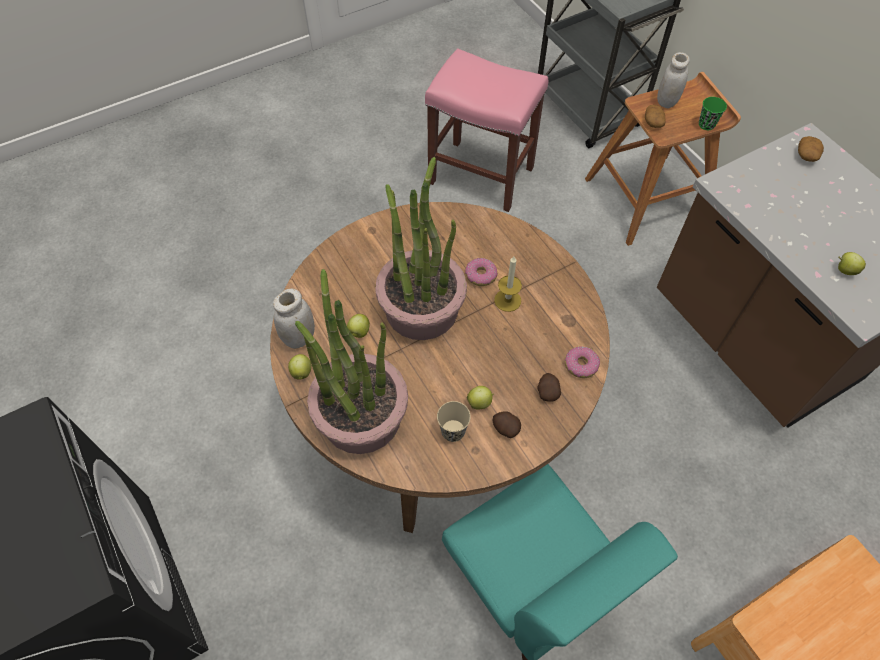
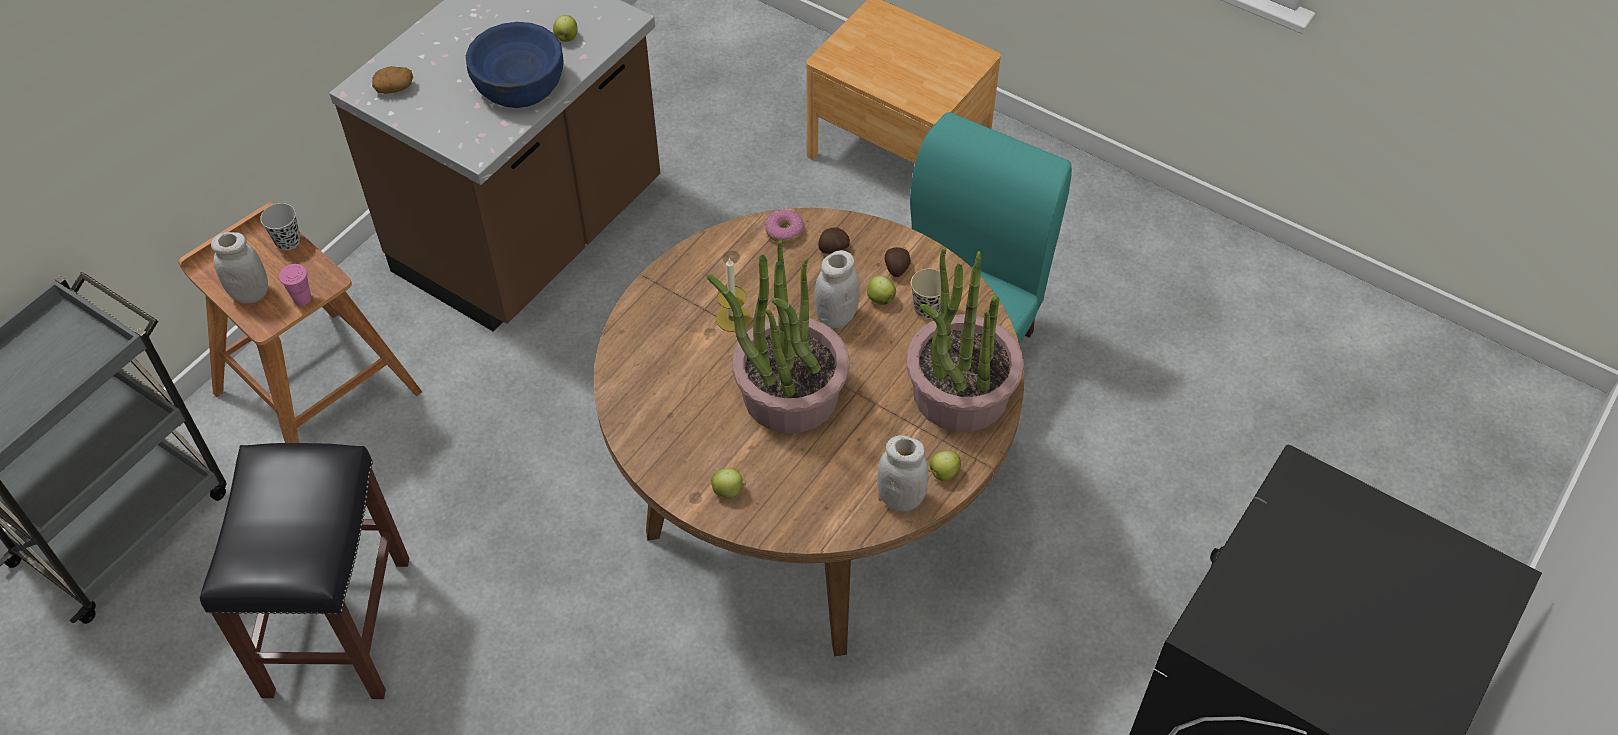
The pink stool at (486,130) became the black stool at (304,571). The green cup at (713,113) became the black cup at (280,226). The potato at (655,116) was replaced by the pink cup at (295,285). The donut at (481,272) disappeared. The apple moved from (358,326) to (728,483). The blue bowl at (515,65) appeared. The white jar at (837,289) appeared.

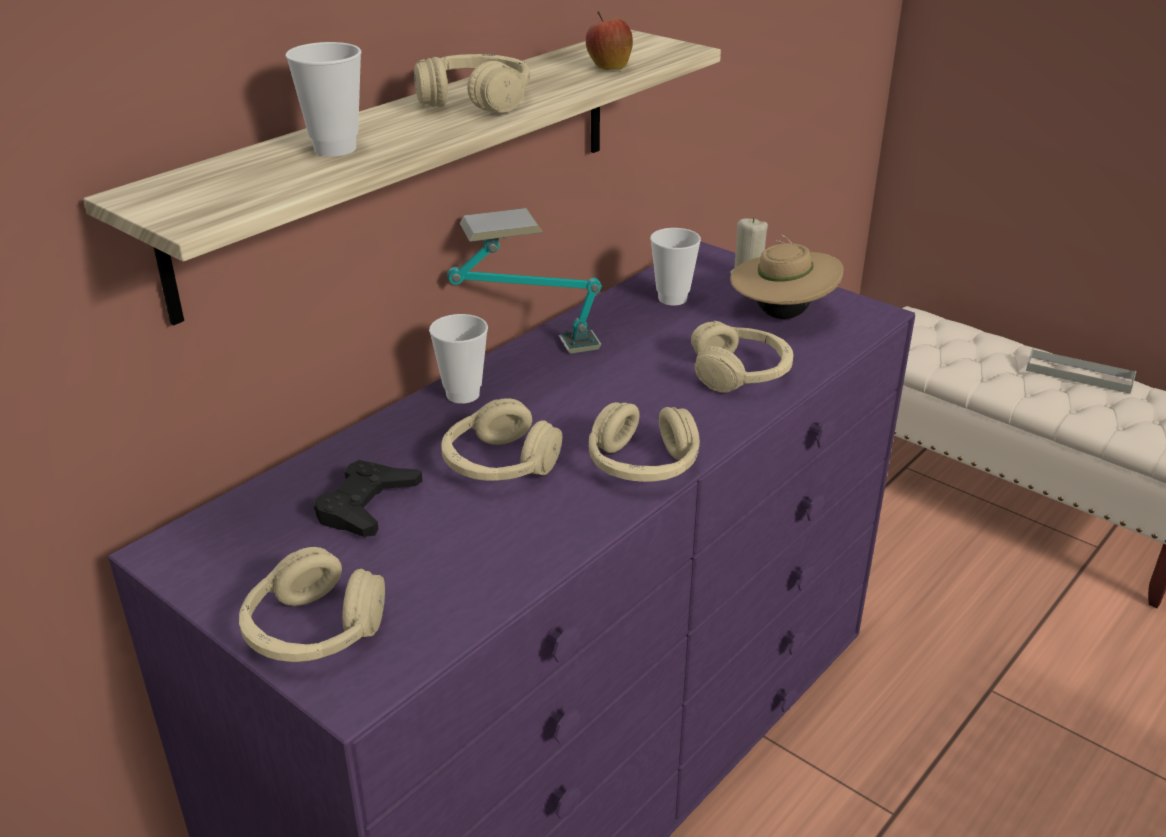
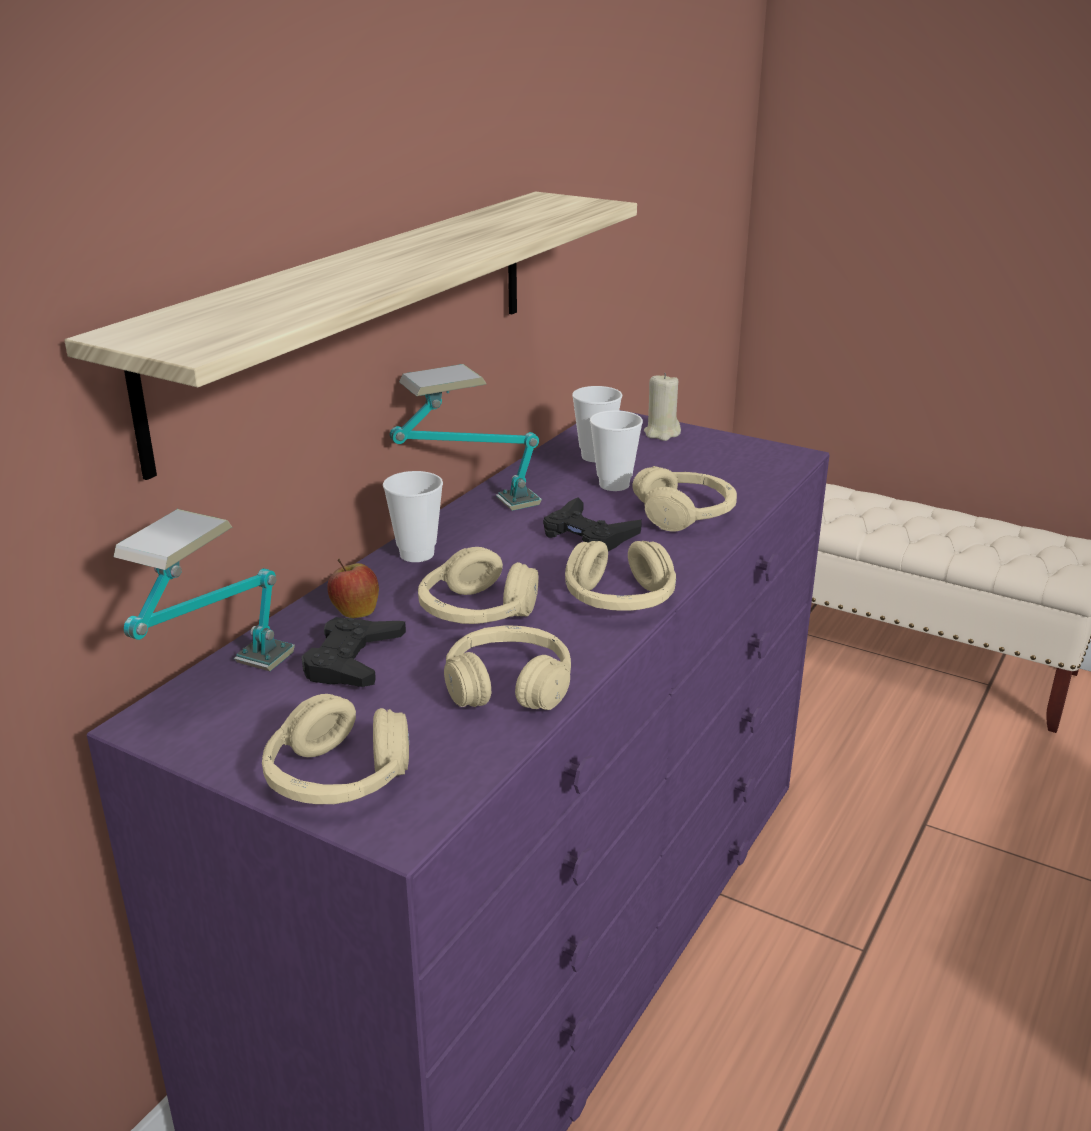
The apple moved from (609,40) to (353,588). The cup moved from (323,99) to (616,450). The beige headphones moved from (472,83) to (507,667). The beige hat at (787,276) disappeared. The grey tray at (1081,371) disappeared. The black game controller at (592,524) appeared. The table lamp at (204,590) appeared.

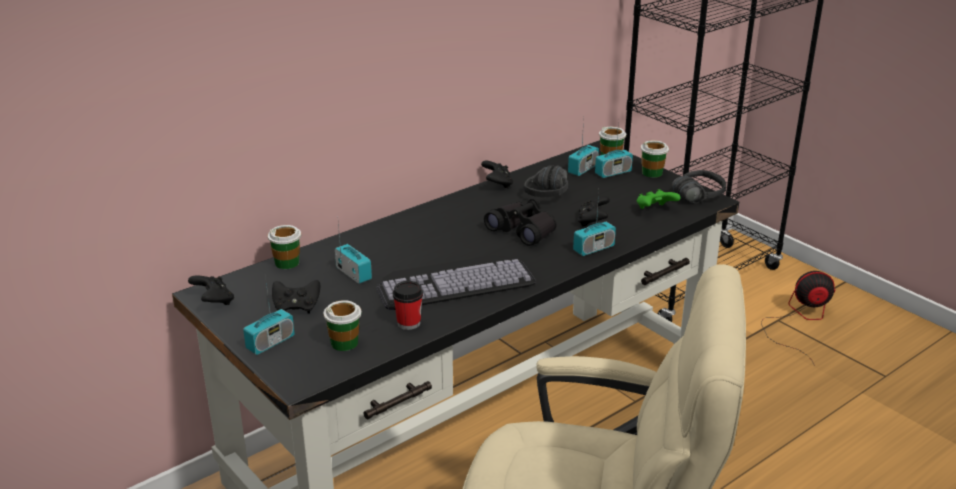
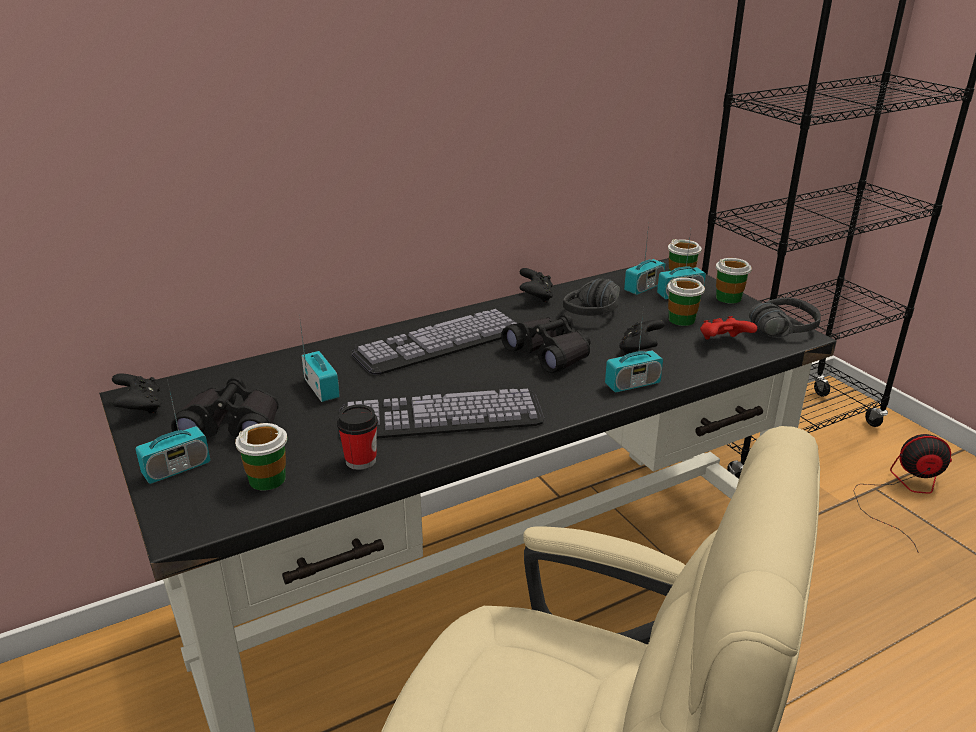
The green game controller at (658,199) became the red game controller at (728,328). The cup moved from (284,247) to (686,301). The black game controller at (296,297) was replaced by the black binoculars at (225,407). The keyboard at (435,342) appeared.

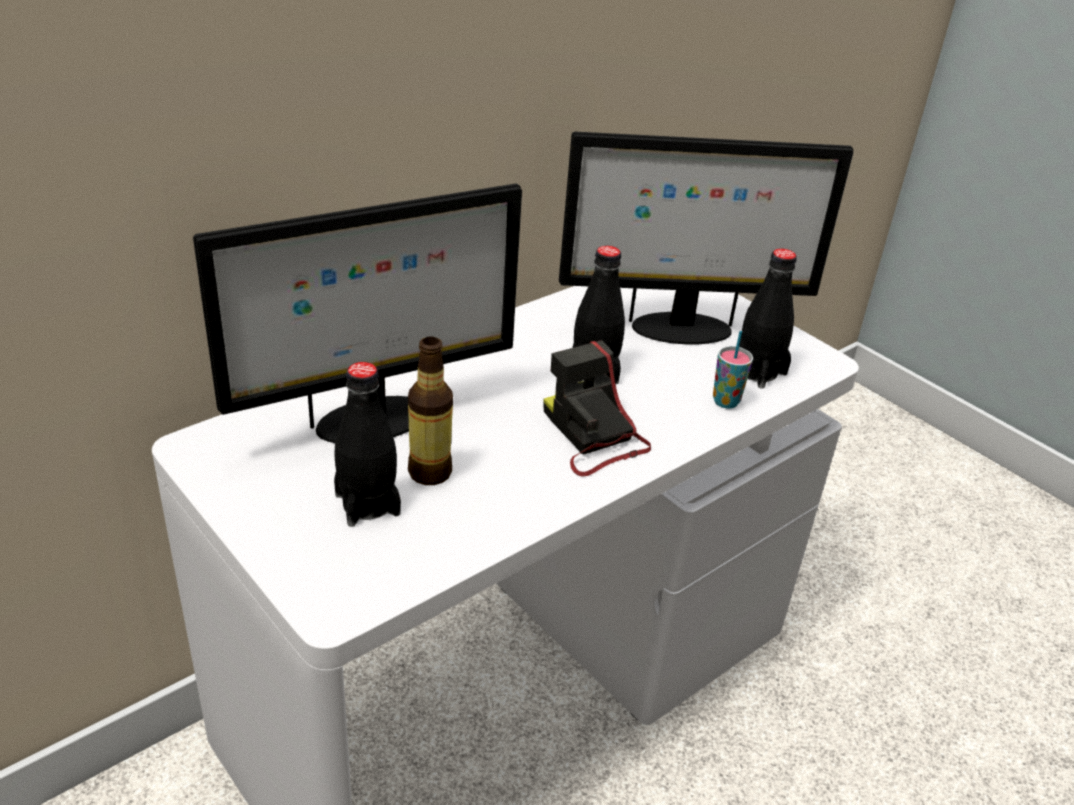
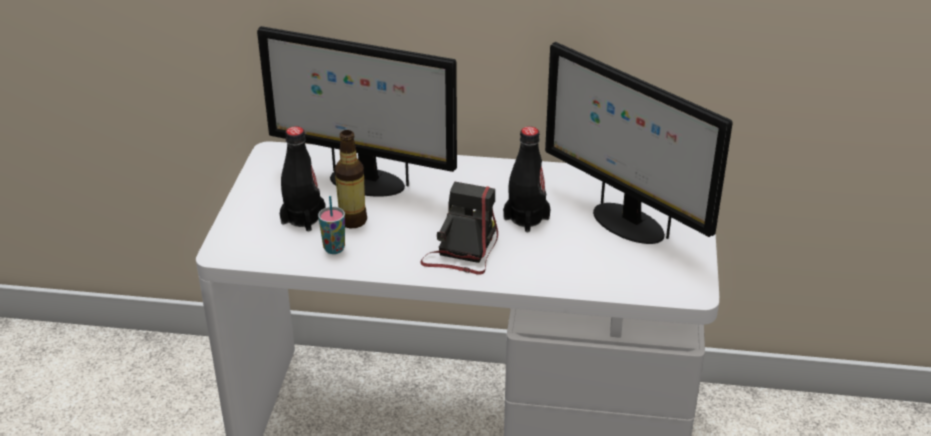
The black bottle at (768,319) disappeared. The cup moved from (733,370) to (331,225).

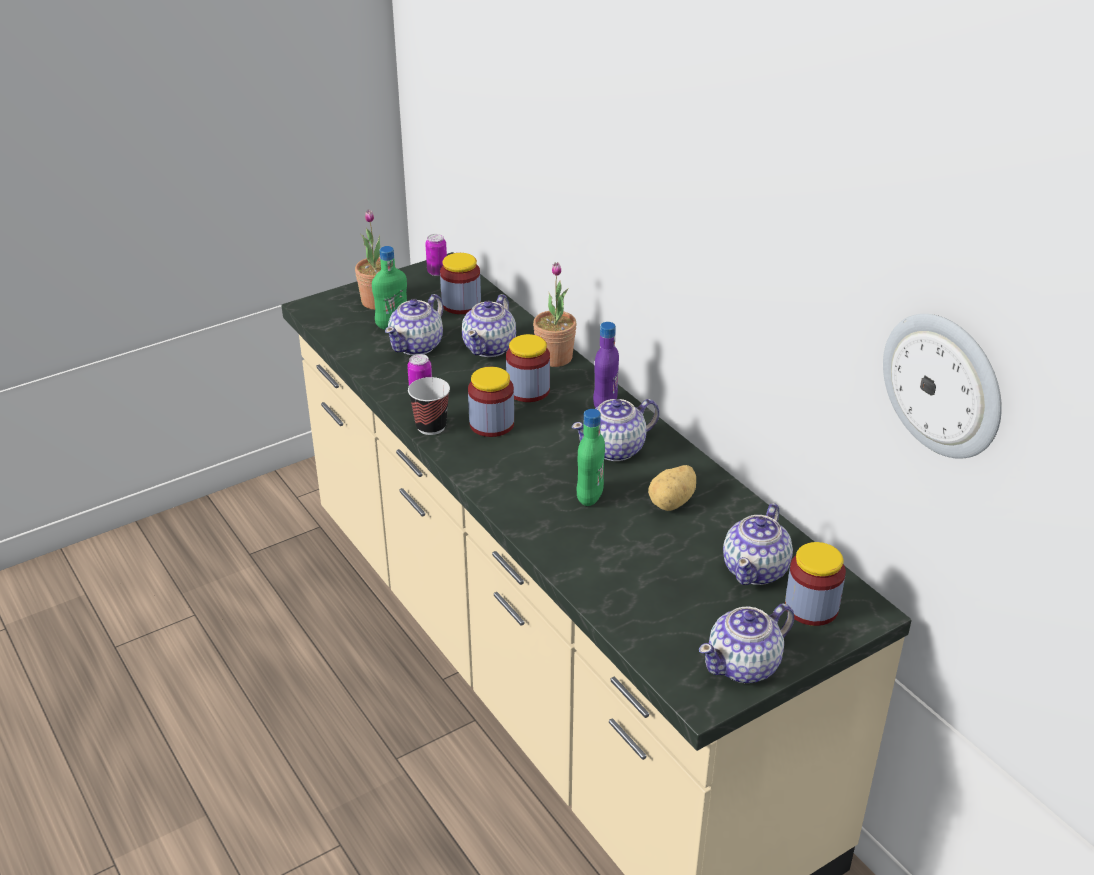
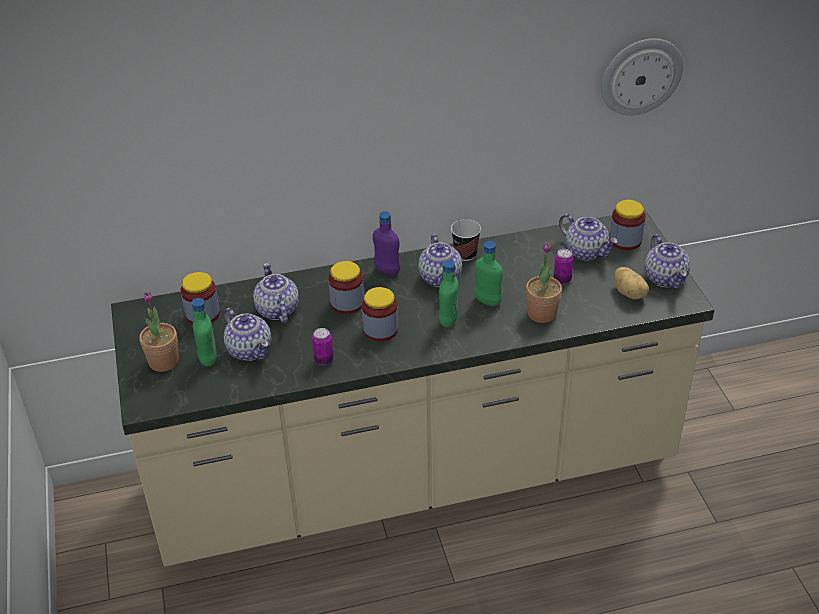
The can moved from (436,255) to (564,266). The potted plant moved from (555,314) to (544,282). The teapot at (489,325) turned 150 degrees counterclockwise. The cup moved from (429,406) to (466,240). The potato moved from (672,488) to (631,283). The green bottle at (449,294) appeared.

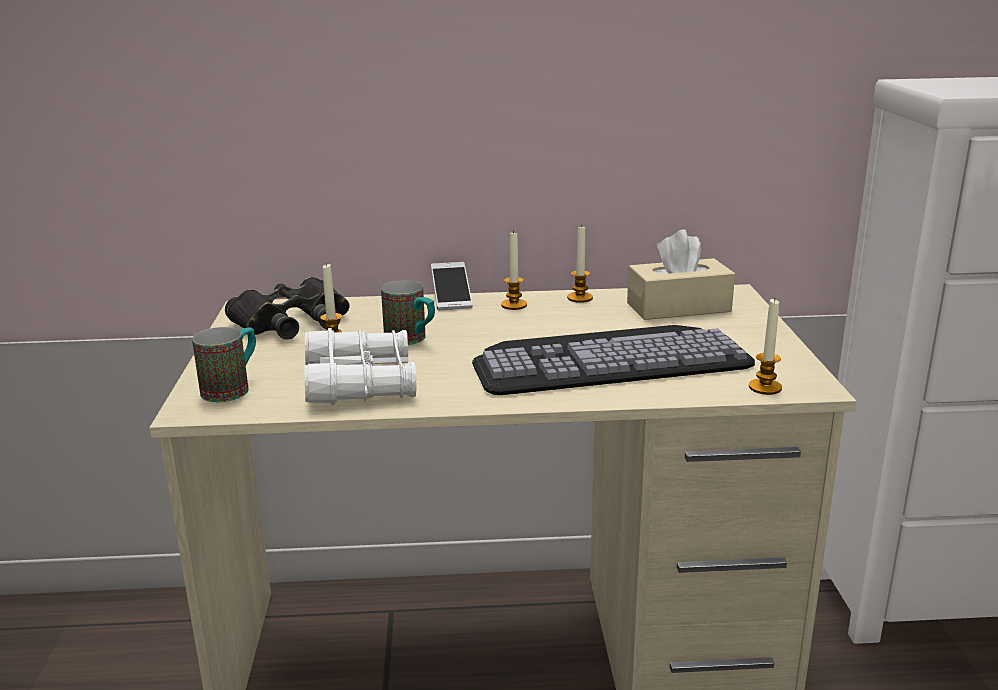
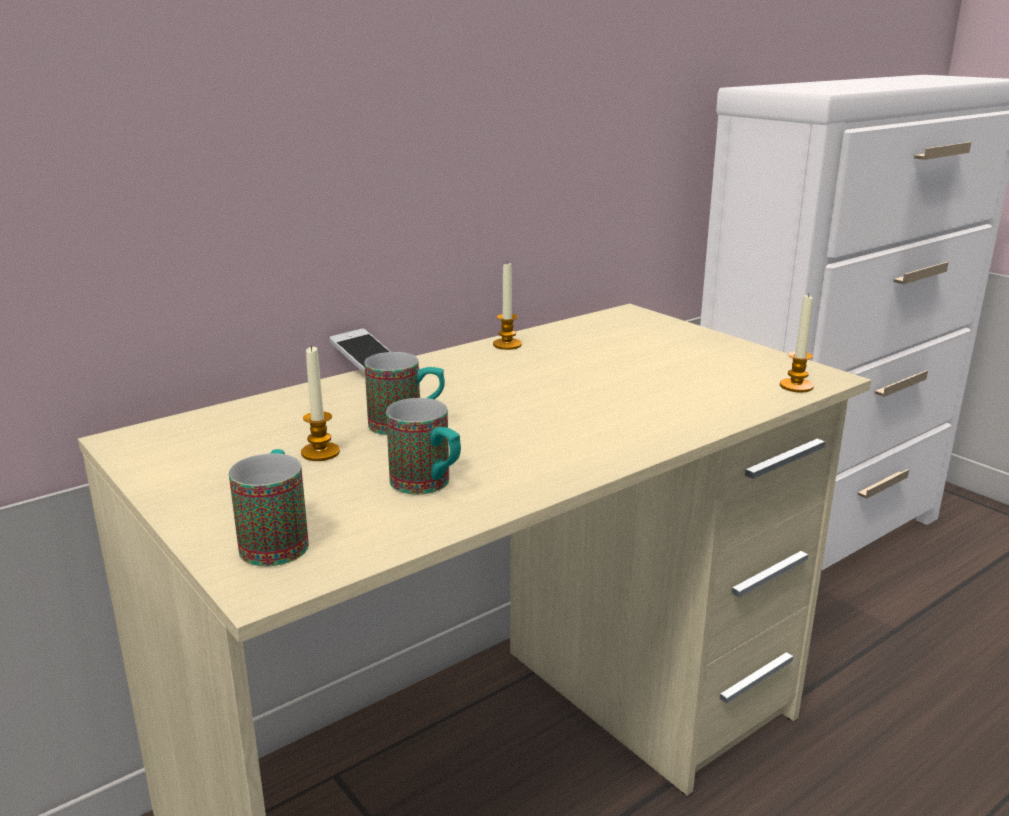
The beige tissue box at (681,274) disappeared. The candle at (514,270) disappeared. The black binoculars at (287,308) disappeared. The keyboard at (613,360) disappeared. The white binoculars at (360,366) was replaced by the mug at (423,446).

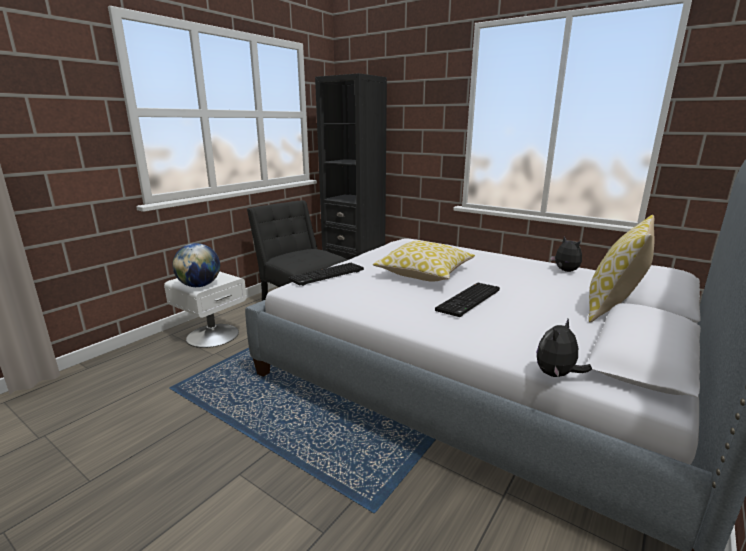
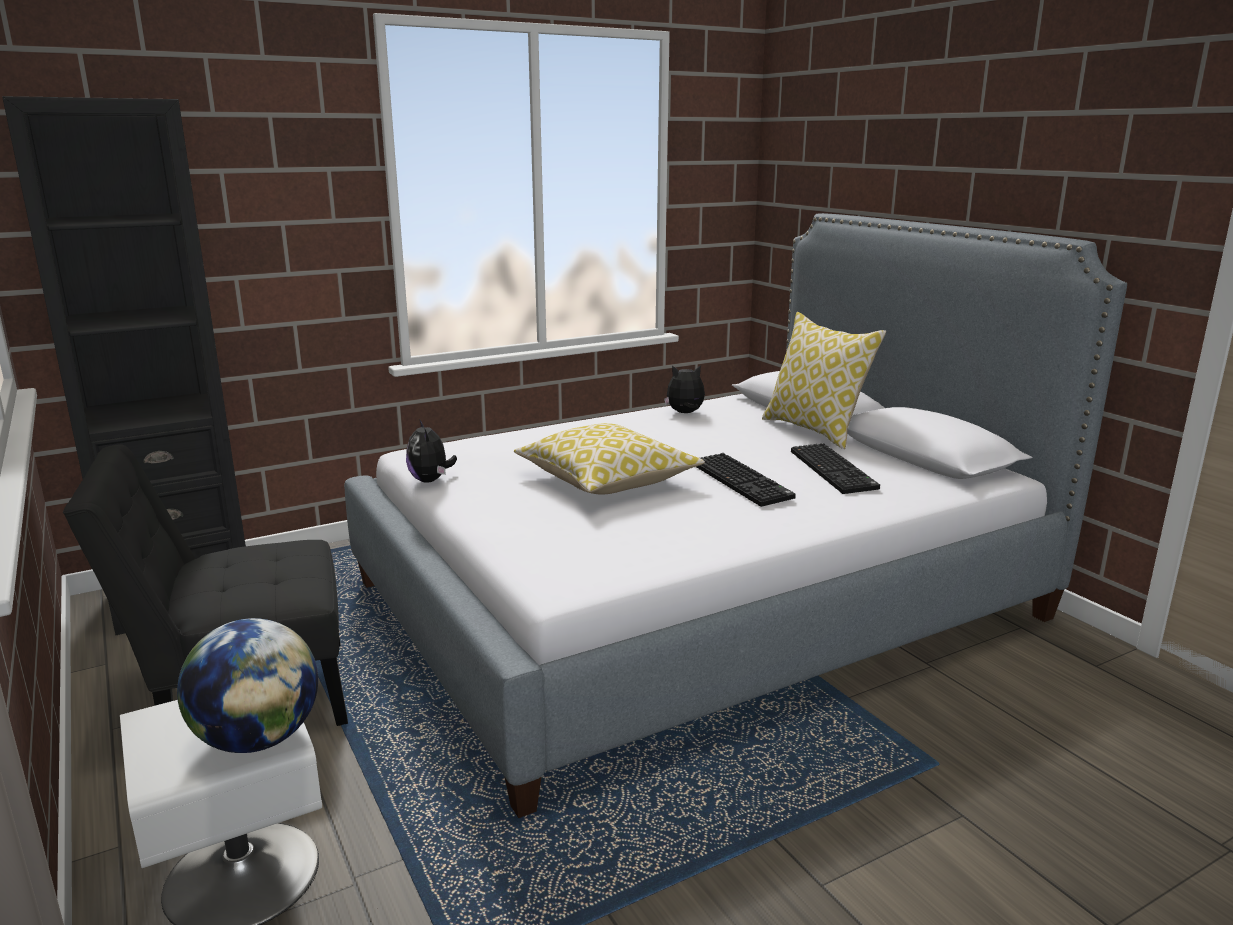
The keyboard moved from (326,274) to (835,468). The plush toy moved from (564,348) to (431,451).

